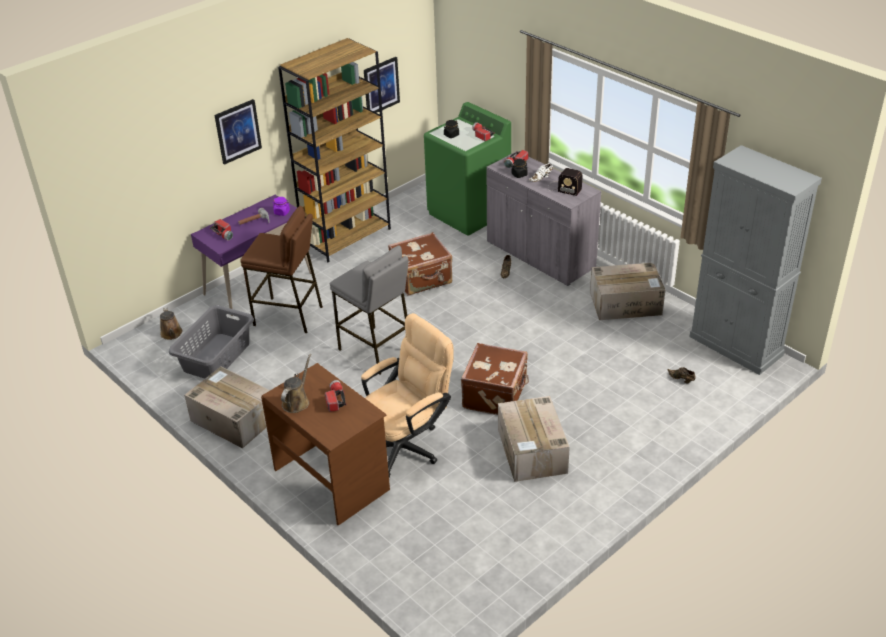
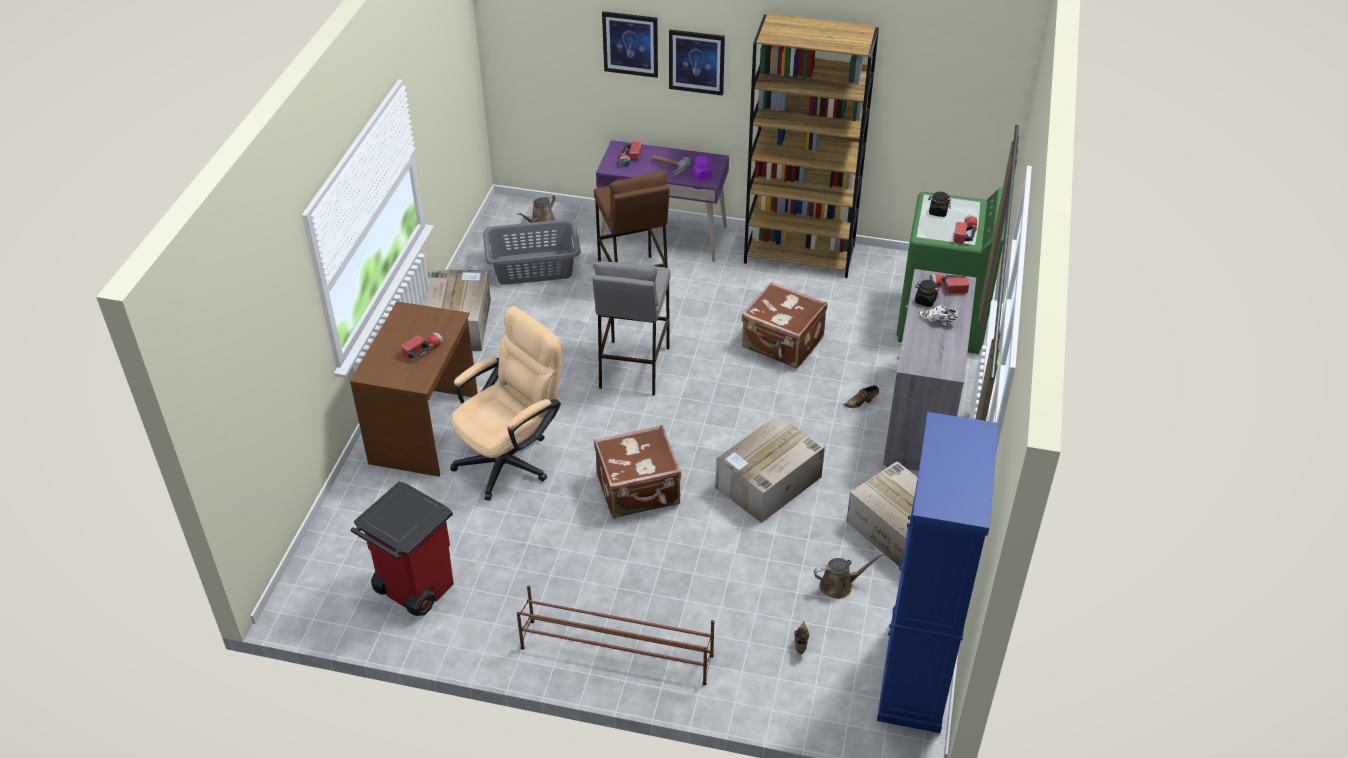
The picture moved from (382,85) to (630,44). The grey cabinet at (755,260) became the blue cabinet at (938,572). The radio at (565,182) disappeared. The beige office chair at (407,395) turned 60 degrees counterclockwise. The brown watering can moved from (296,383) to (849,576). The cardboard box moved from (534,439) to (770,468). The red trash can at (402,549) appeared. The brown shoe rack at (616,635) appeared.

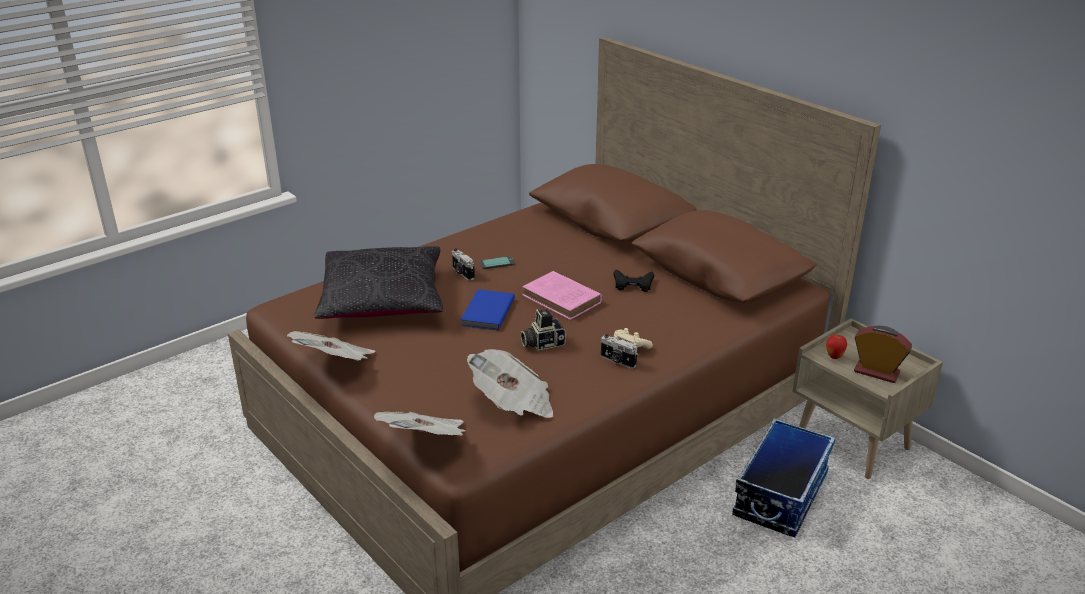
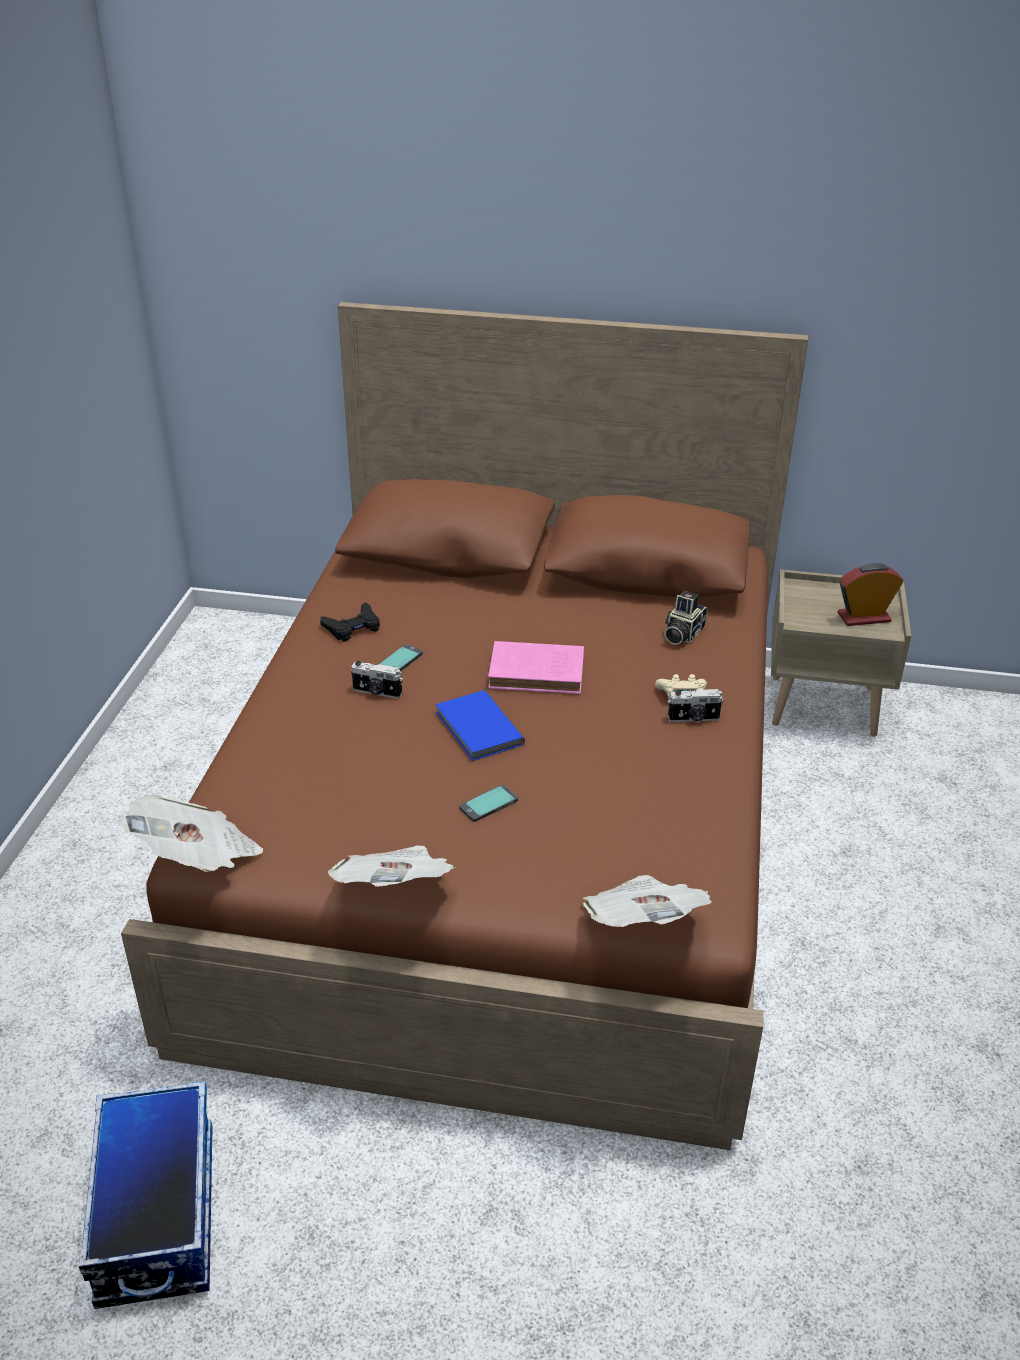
The black pillow at (378,282) disappeared. The black game controller moved from (633,280) to (350,622). The photo camera moved from (543,330) to (685,618). The apple at (836,347) disappeared. The newspaper moved from (510,383) to (191,833). The storage box moved from (783,478) to (145,1195). The phone at (488,803) appeared.

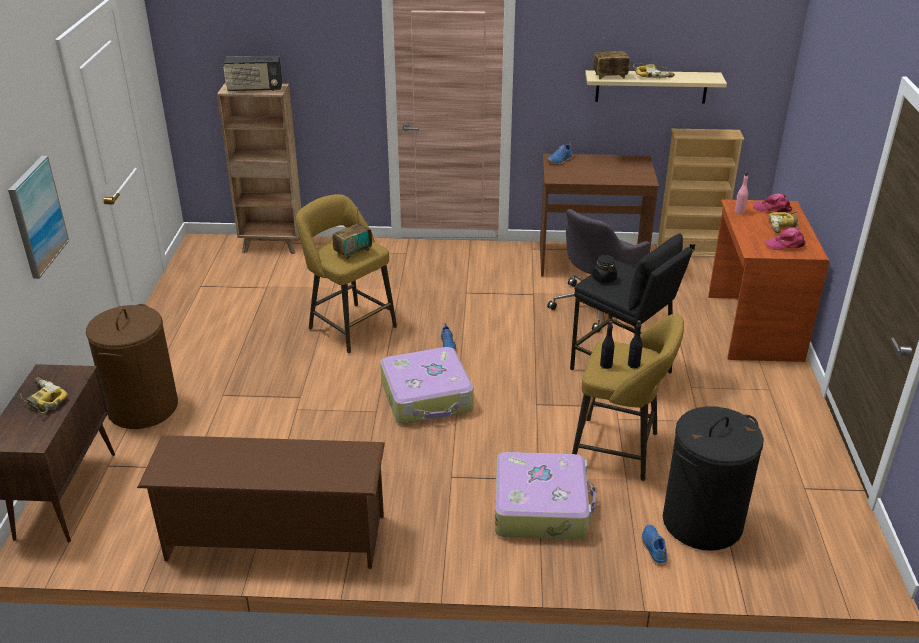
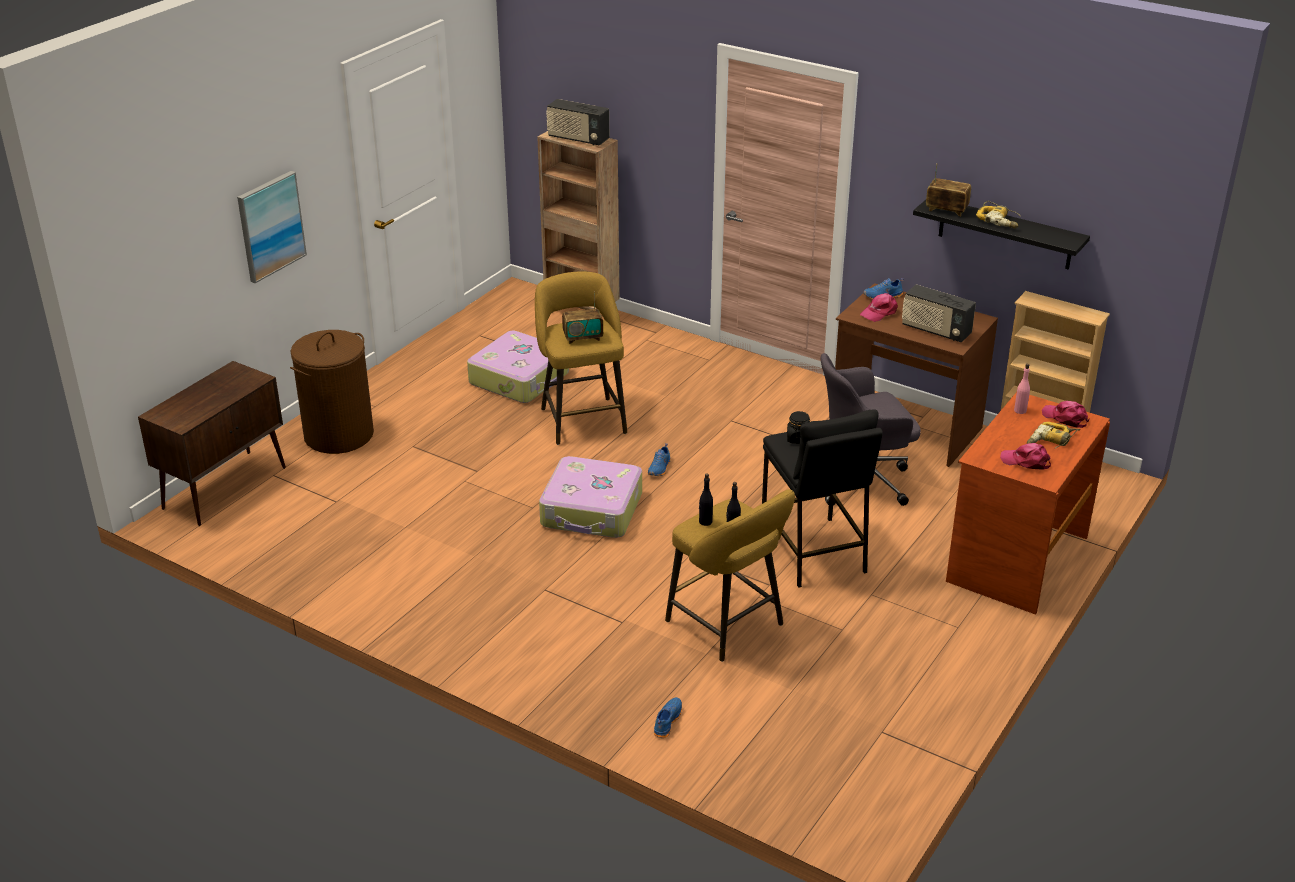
The beige shelf at (656,86) became the black shelf at (1001,235). The power drill at (44,395) disappeared. The black laundry basket at (713,478) disappeared. The brown shoe rack at (261,502) disappeared. The suitcase moved from (545,496) to (518,367). The radio at (939,313) appeared. The pink cap at (879,307) appeared.

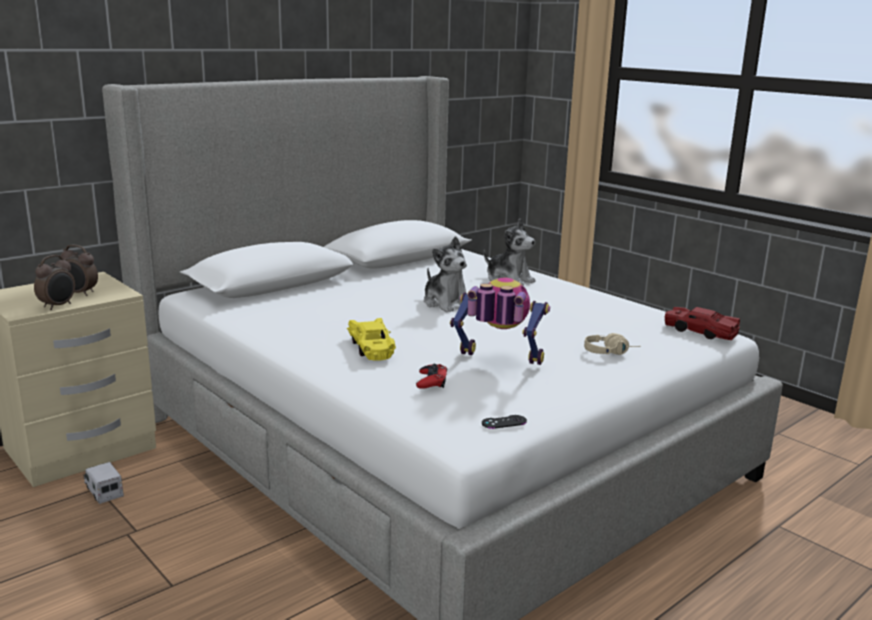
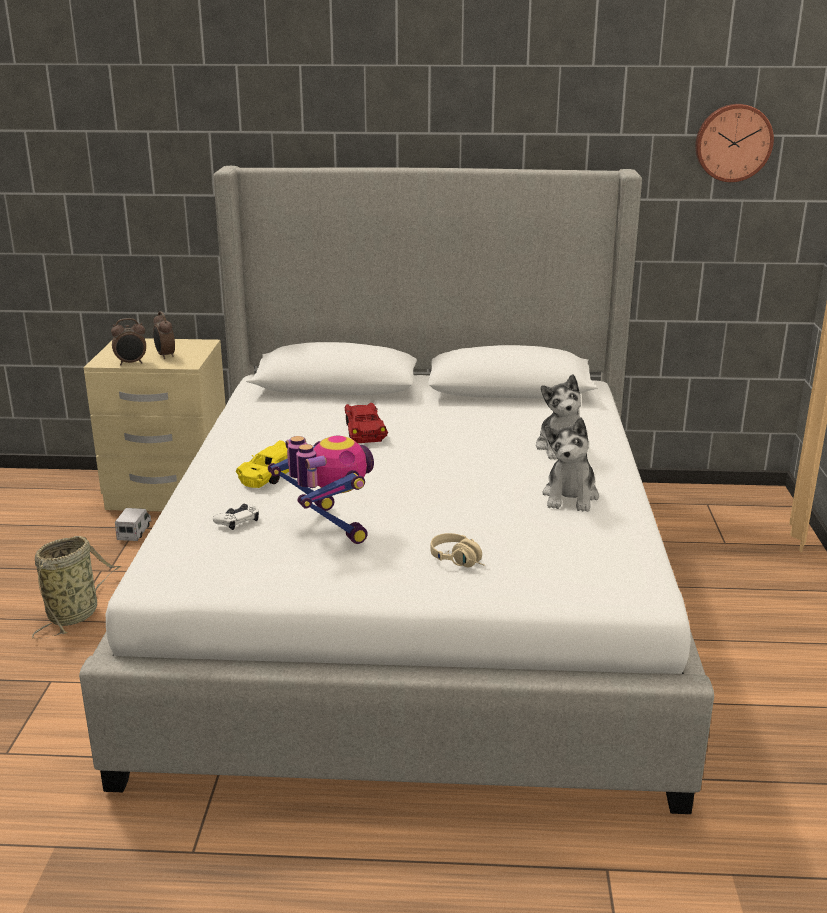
The plush toy moved from (445,274) to (570,464). The red toy car moved from (702,323) to (366,423). The red game controller at (431,376) became the white game controller at (235,517). The black game controller at (504,422) disappeared. The wall clock at (734,143) appeared. The basket at (76,587) appeared.

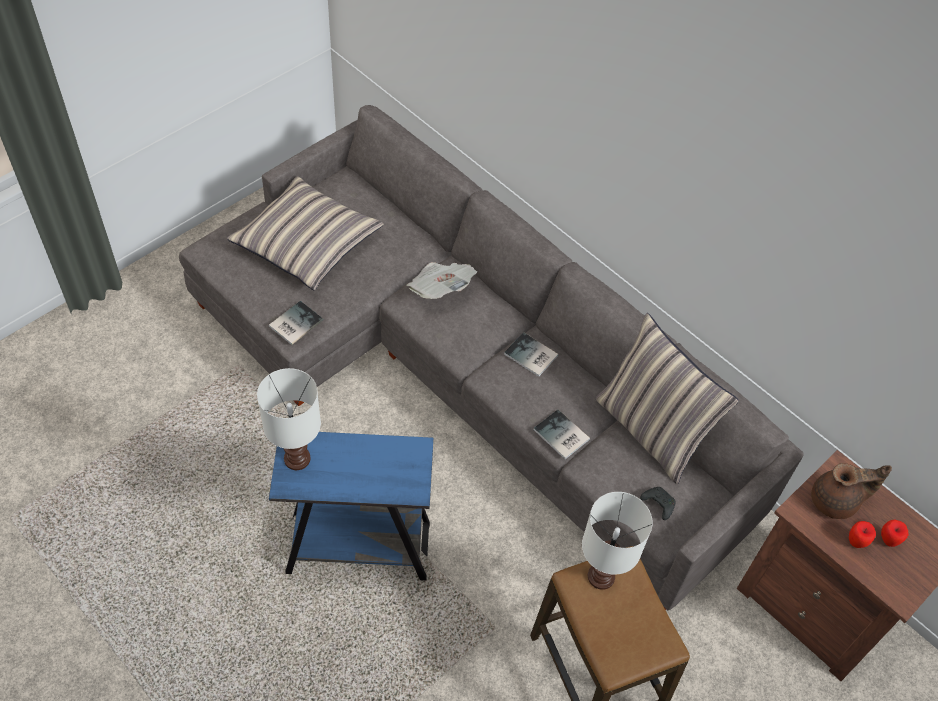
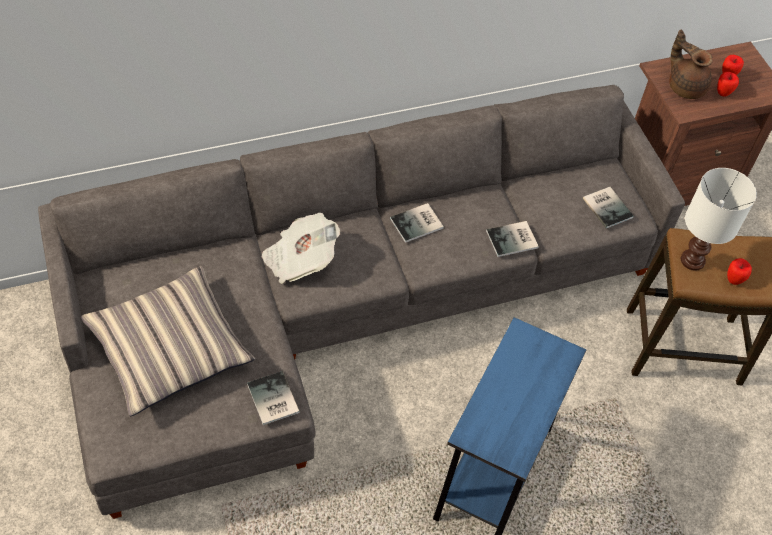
The pillow at (667,398) disappeared. The white table lamp at (289,419) disappeared. The brown teapot at (851,491) turned 60 degrees counterclockwise. The black game controller at (658,503) was replaced by the book at (608,207). The apple at (739,271) appeared.

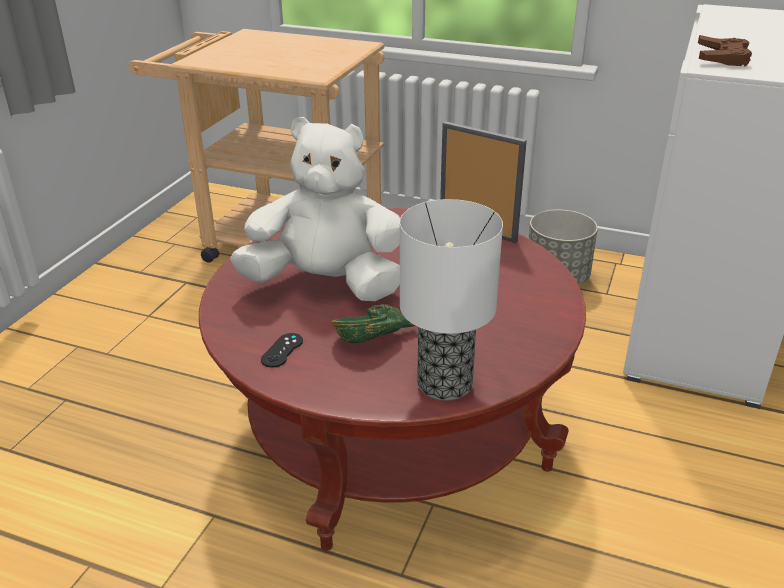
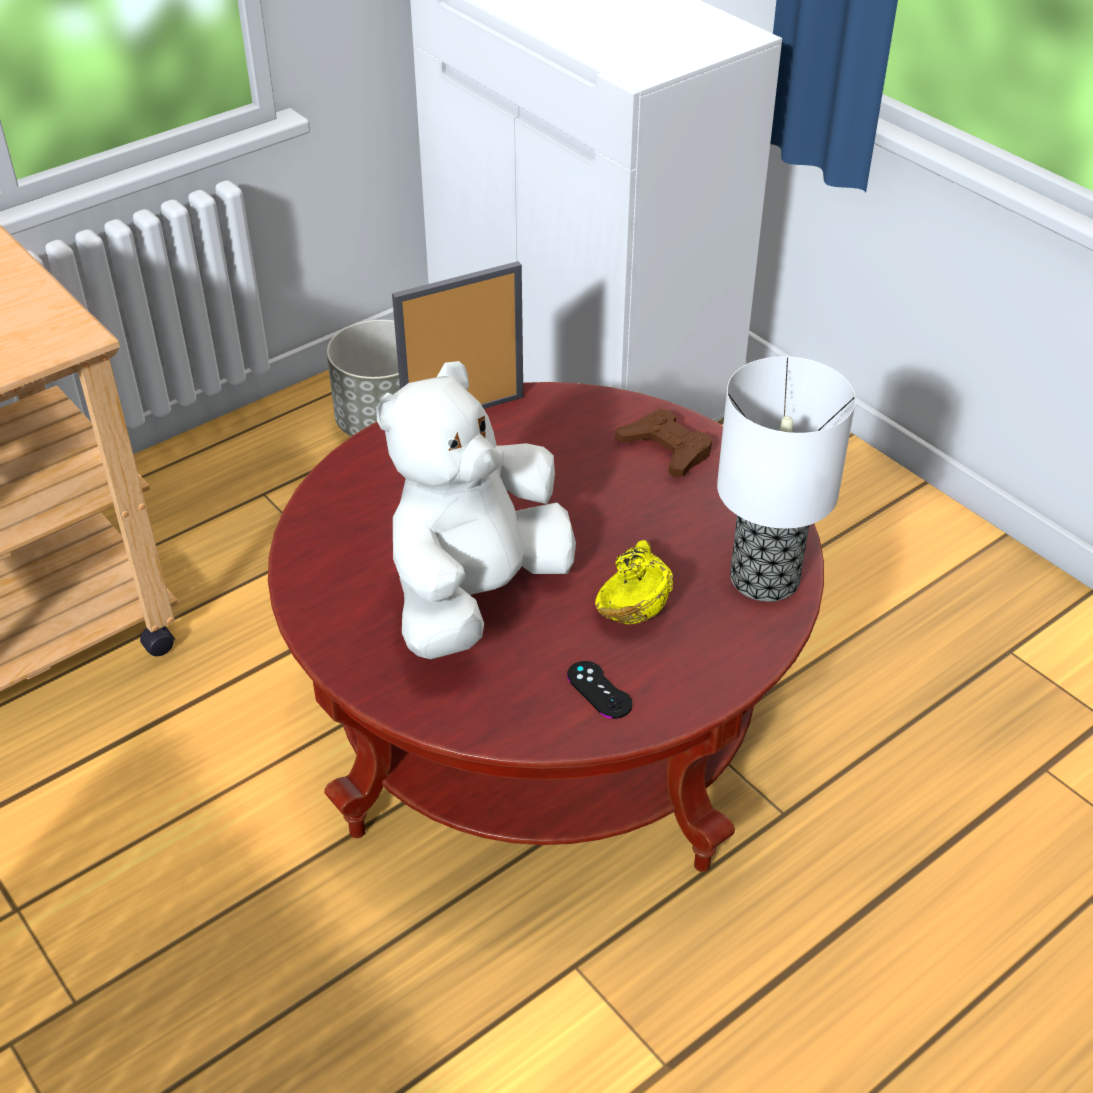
The brown game controller moved from (725,51) to (663,443). The green bowl at (373,323) became the yellow bowl at (634,582).

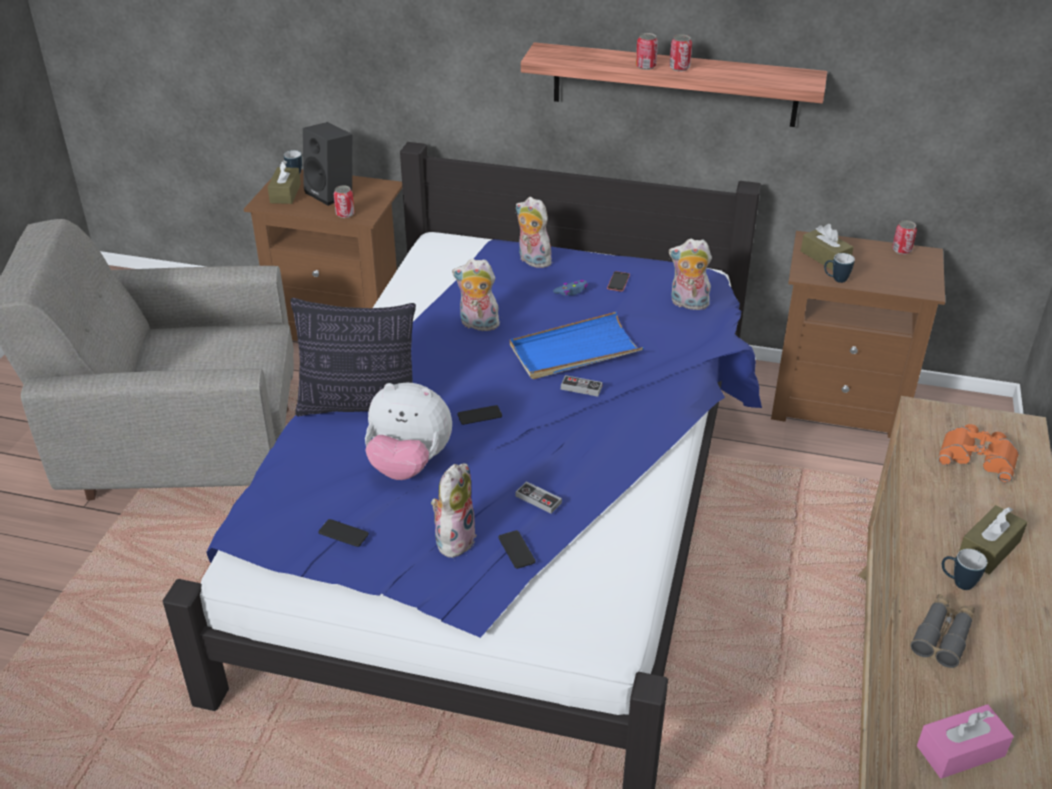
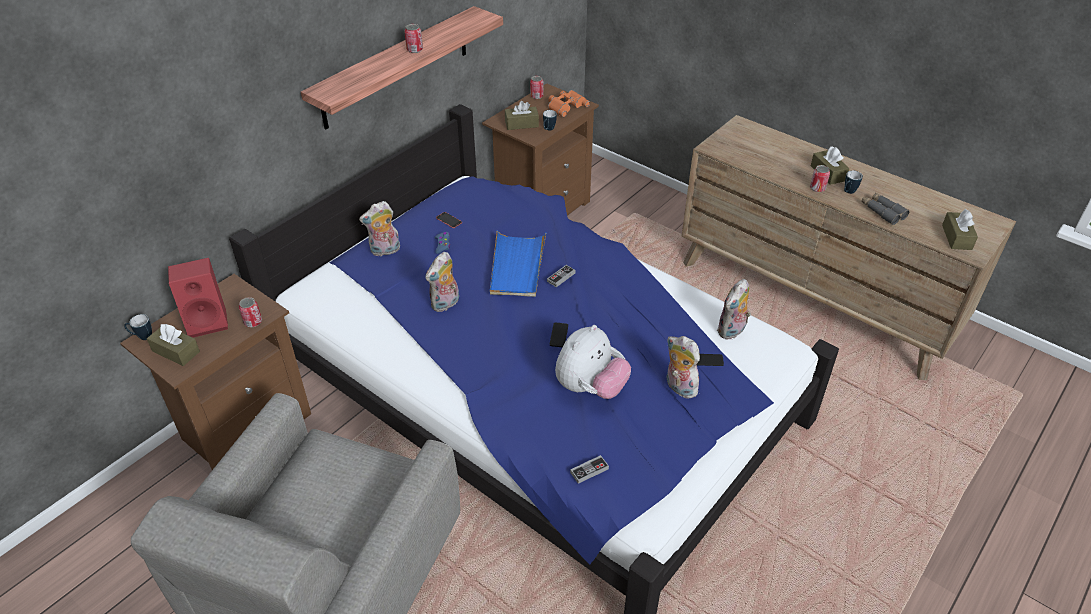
The can moved from (647,51) to (820,178). The black speaker at (327,164) became the red speaker at (198,298). The plush toy moved from (690,274) to (734,309). The pillow at (353,357) disappeared. The orange binoculars moved from (978,453) to (569,103). The game controller moved from (539,497) to (589,469). The phone at (343,533) disappeared. The pink tissue box at (965,741) became the brown tissue box at (960,229).

